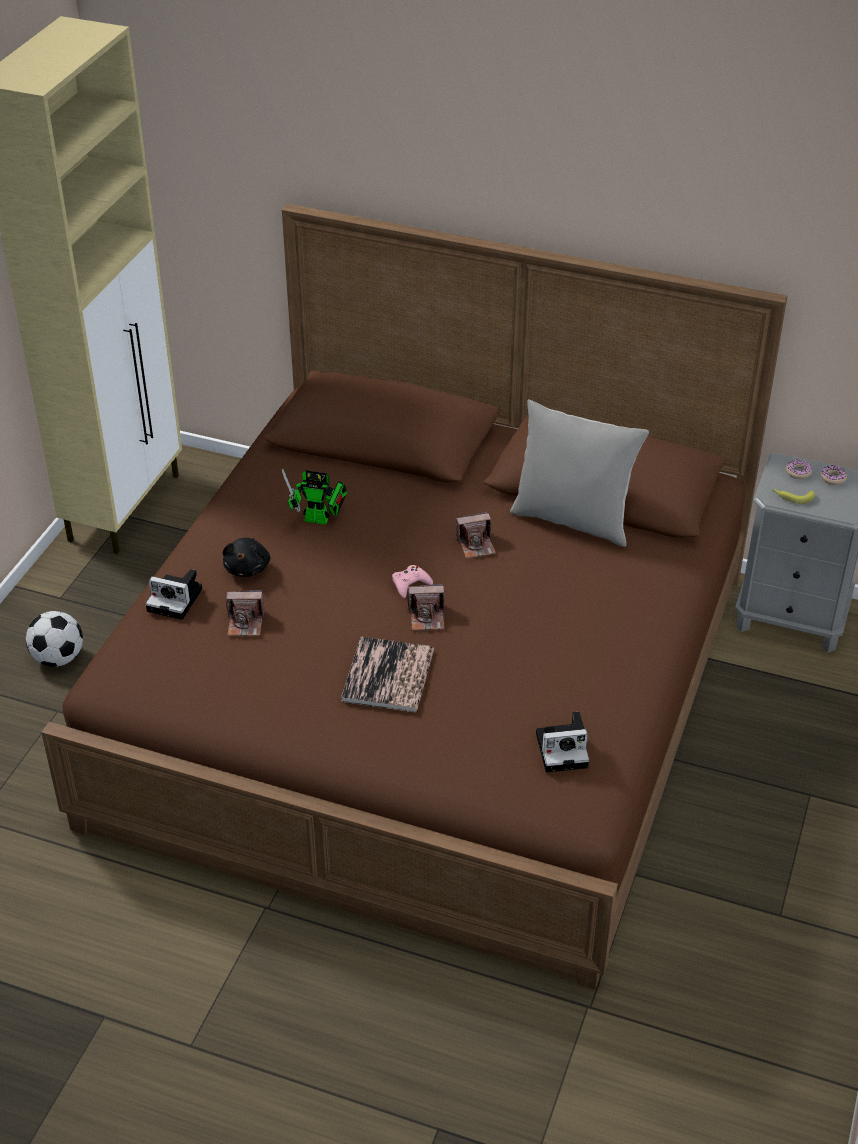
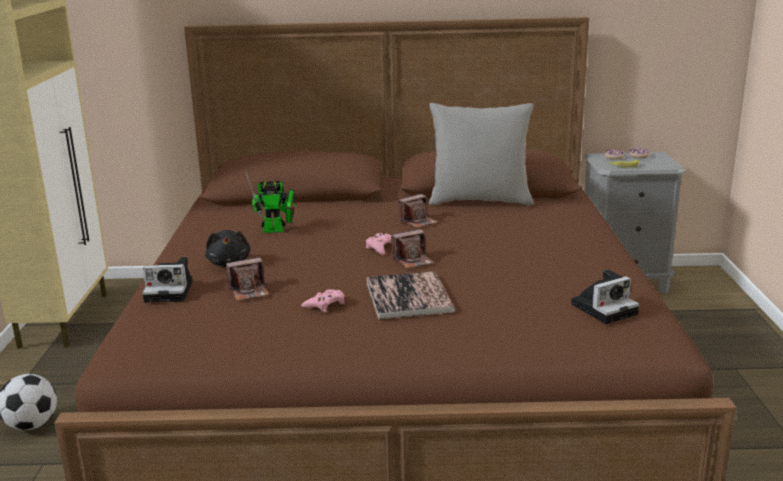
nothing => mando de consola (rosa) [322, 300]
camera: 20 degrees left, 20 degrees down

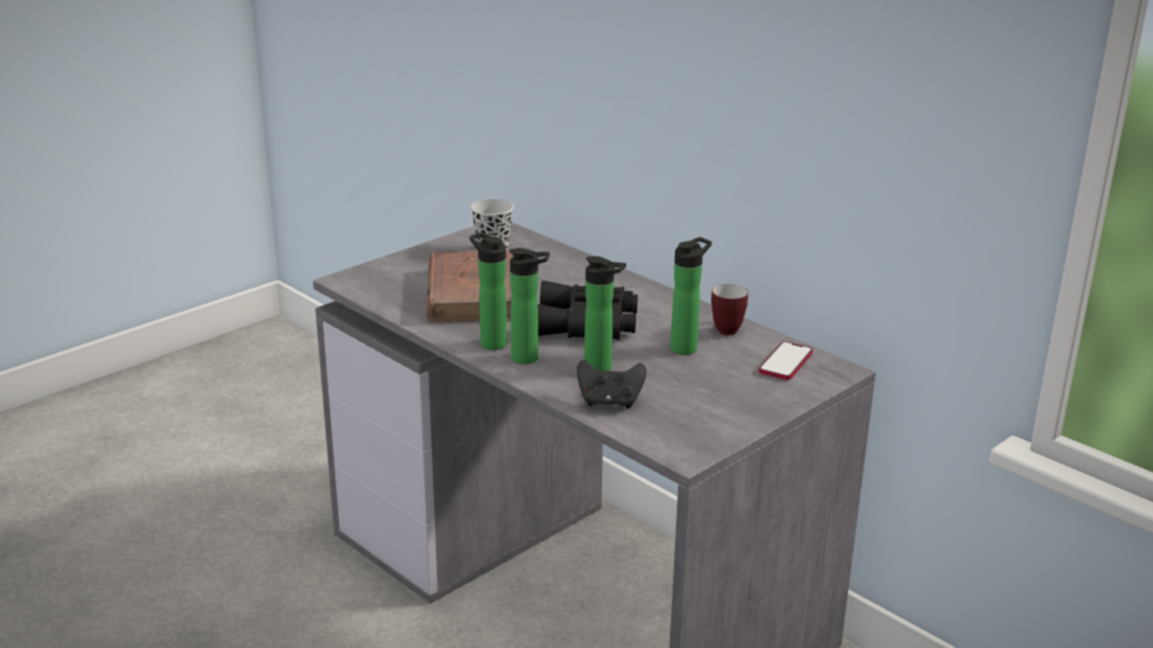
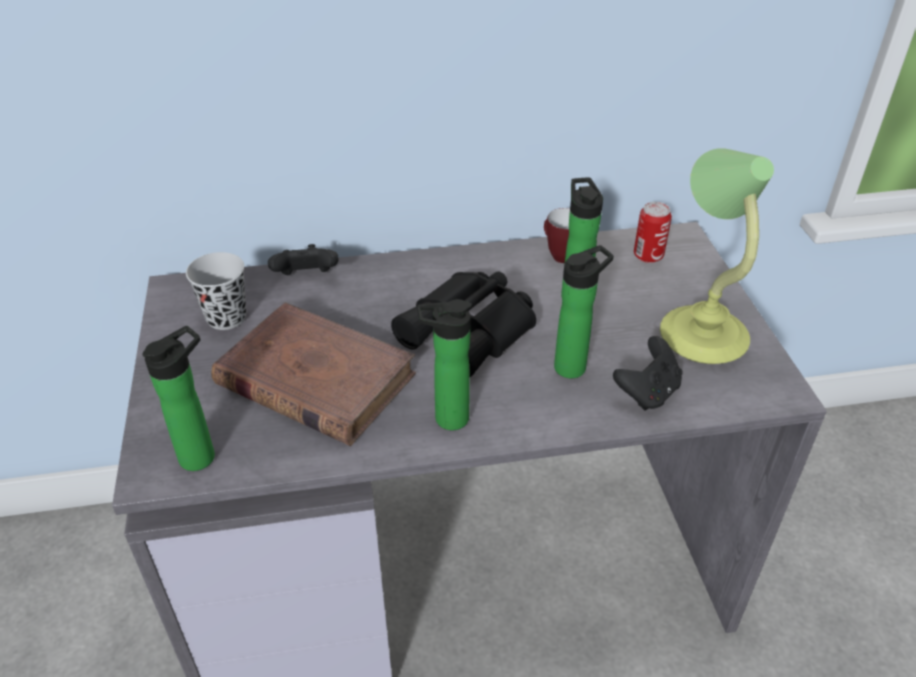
botella [529, 306] => botella [178, 398], move
móvil [786, 361] => lata [653, 232]
nothing => lámpara de mesa [717, 256]
nothing => mando de consola (negro) [303, 259]
camera: 55 degrees left, 15 degrees up

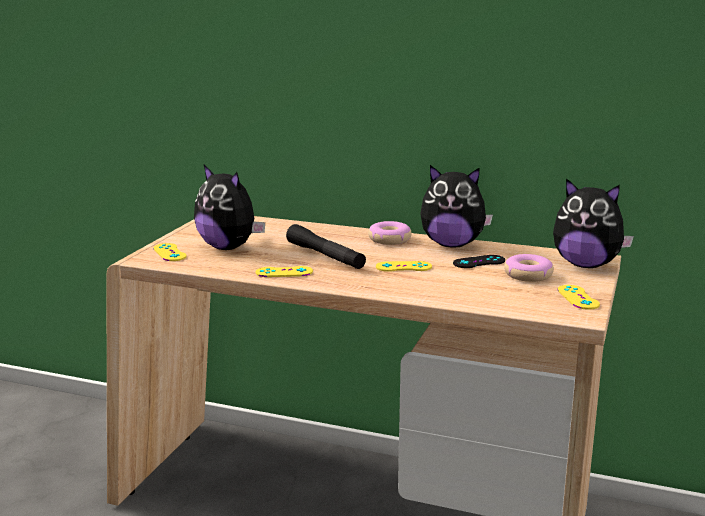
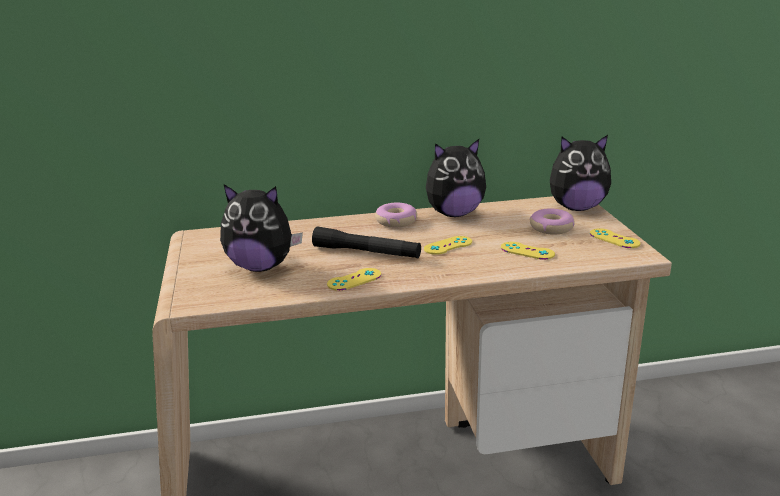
mando de consola (amarillo) [170, 252] => mando de consola (amarillo) [528, 251], move
mando de consola (negro) [479, 261] => nothing
camera: 30 degrees left, 5 degrees up

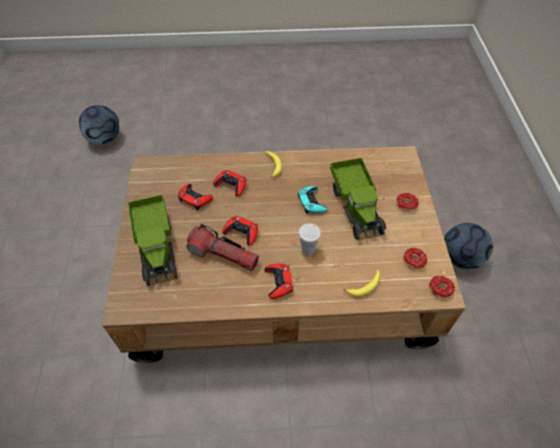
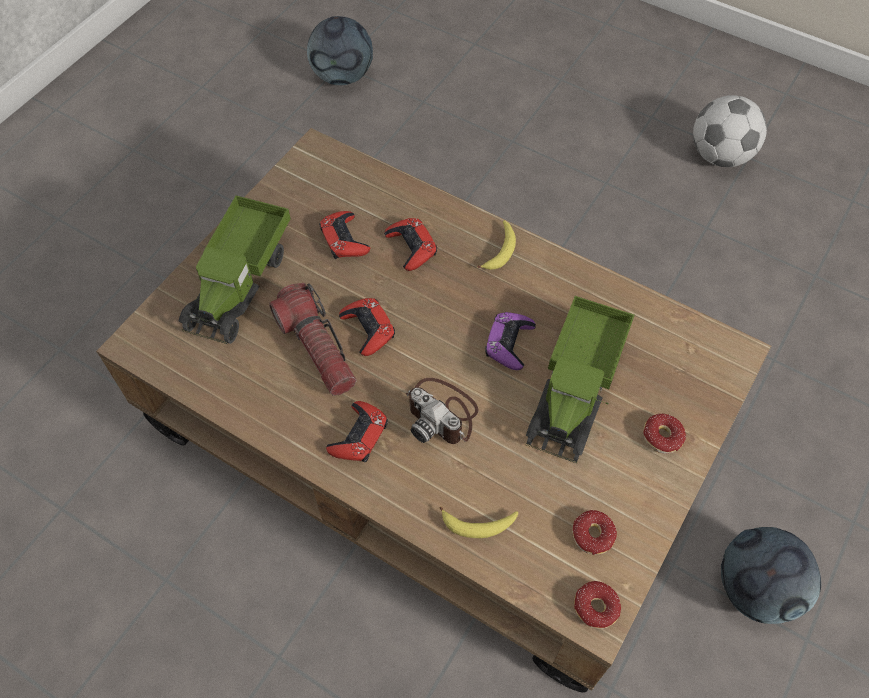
mando de consola (turquesa) [312, 200] => mando de consola (morado) [510, 341]
taza (blanco) [310, 239] => cámara [442, 411]
nothing => balón de fútbol [730, 131]
camera: 35 degrees right, 5 degrees up

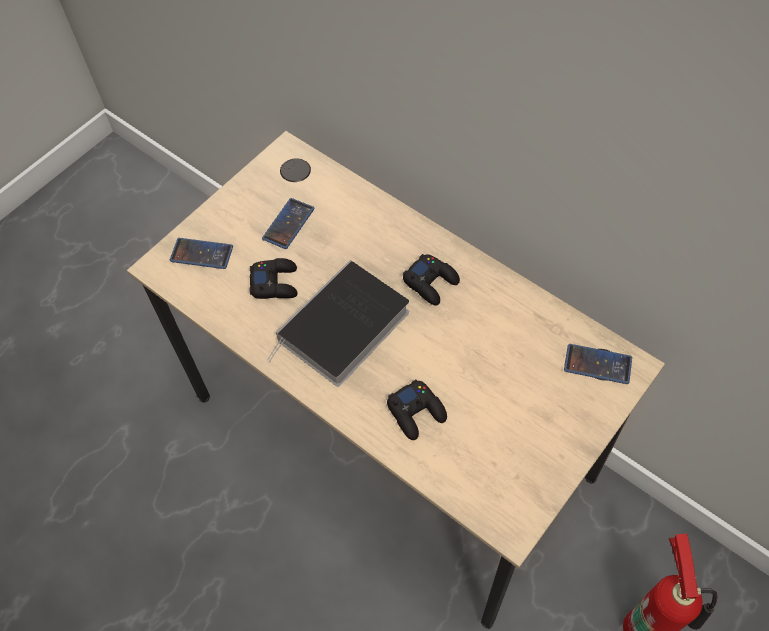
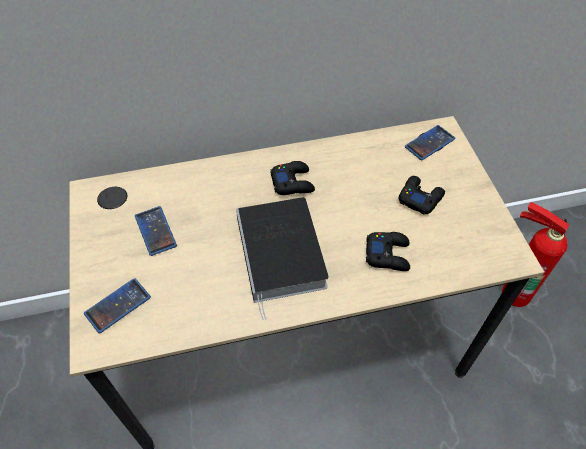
mando de consola (negro) [274, 278] => mando de consola (negro) [422, 195], move
camera: 55 degrees left, 5 degrees down

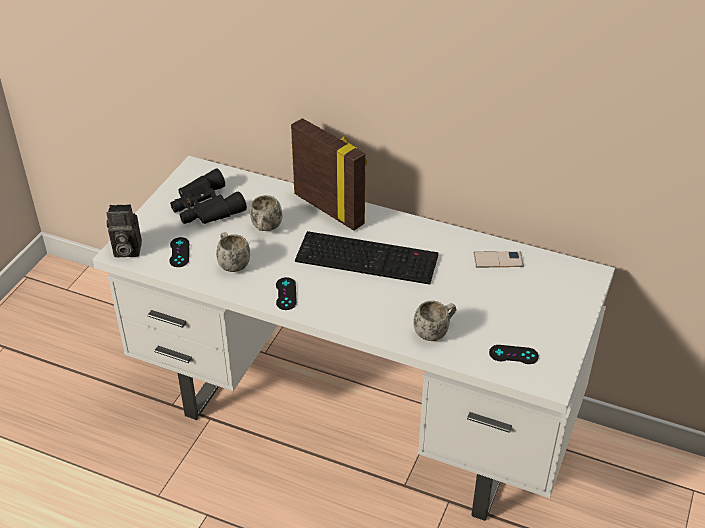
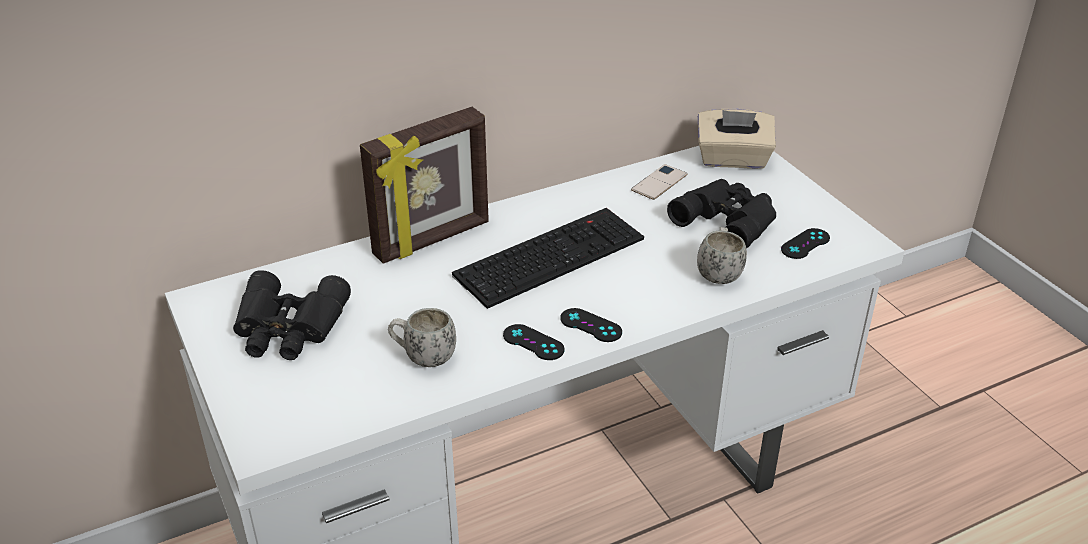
portarretratos [329, 174] => portarretratos [424, 185], 150 degrees clockwise
taza grande (blanco) [266, 213] => nothing
cámara [124, 230] => nothing
mando de consola (negro) [179, 252] => mando de consola (negro) [591, 325], move
nothing => caja de pañuelos (beis) [737, 139]
nothing => prismáticos (negro) [721, 214]
camera: 50 degrees left, 5 degrees down

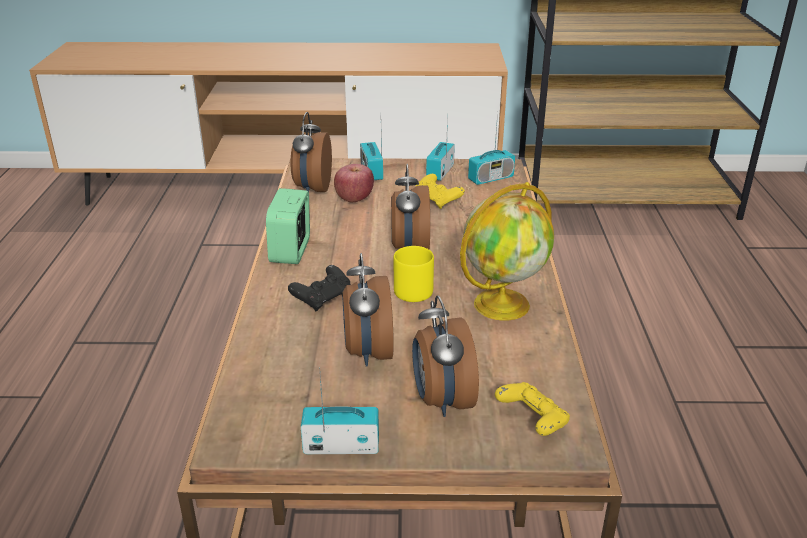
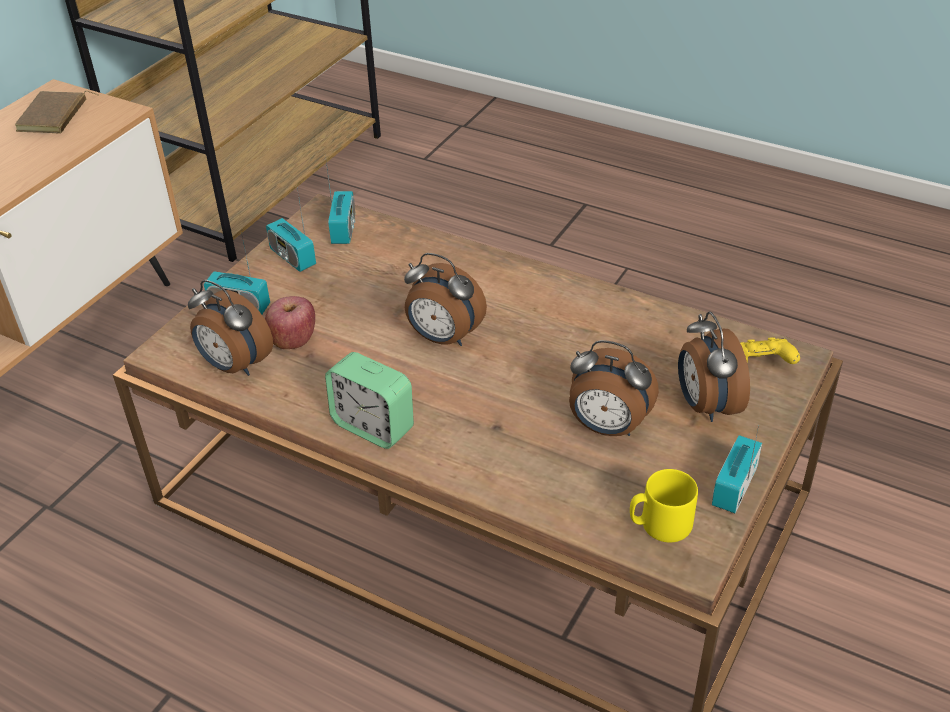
mando de consola (amarillo) [440, 191] => nothing
globo terráqueo [507, 251] => nothing
taza grande (amarillo) [413, 274] => taza grande (amarillo) [664, 506], move
mando de consola (negro) [319, 288] => nothing
despertador [445, 356] => despertador [714, 367], 60 degrees clockwise
nothing => libro (marrón) [57, 112]
camera: 60 degrees left, 10 degrees up

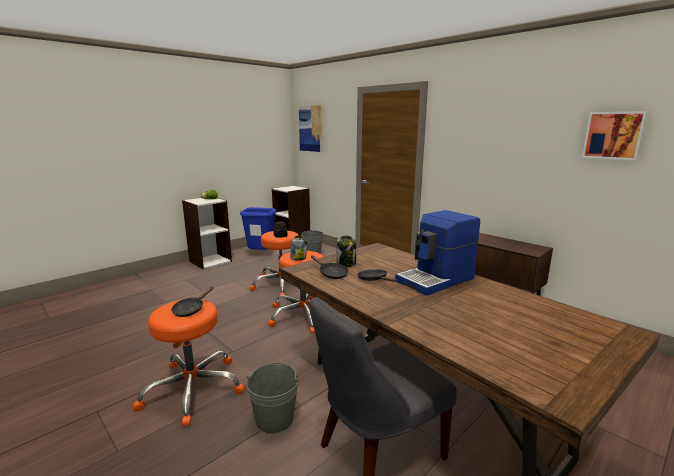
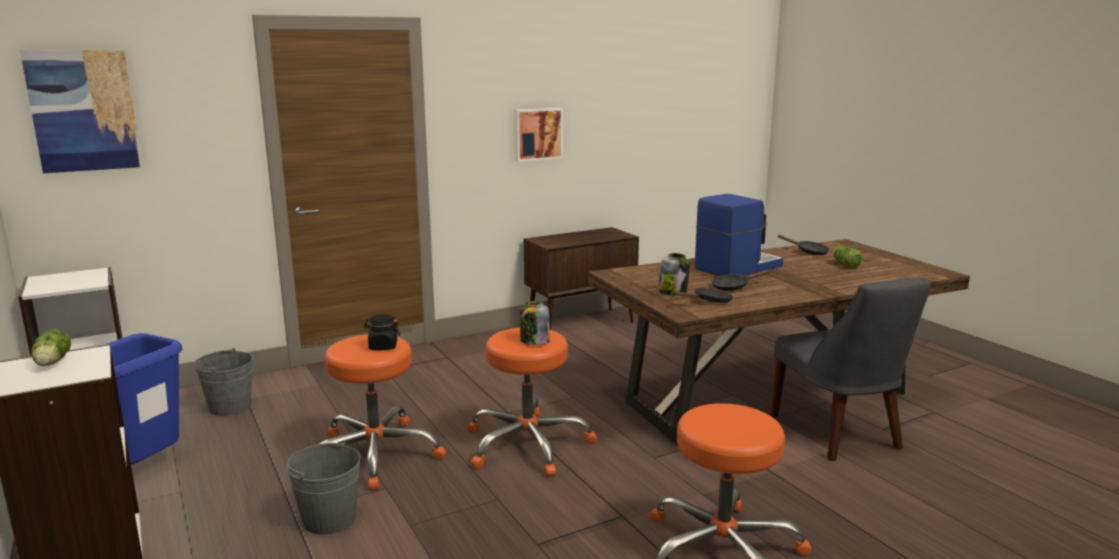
cuadro [615, 136] => cuadro [538, 135], move
cafetera [437, 253] => cafetera [739, 235], 105 degrees counterclockwise
sartén (negro) [192, 302] => sartén (negro) [803, 245], move
cubo (gris) [272, 397] => cubo (gris) [324, 488], move
nothing => lechuga [847, 257]
camera: 75 degrees left, 0 degrees up

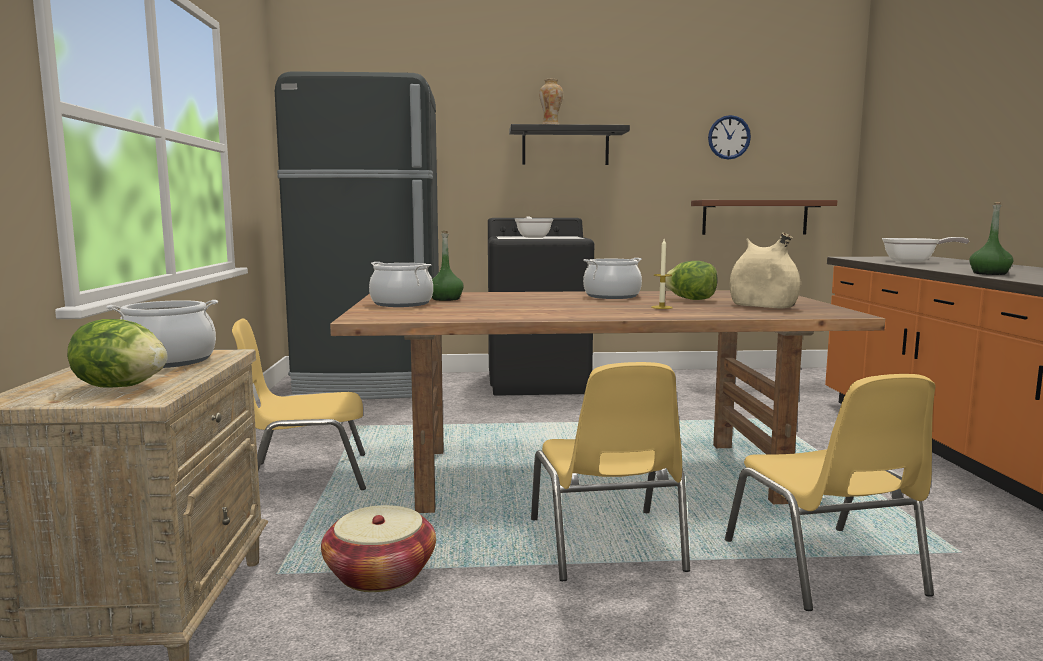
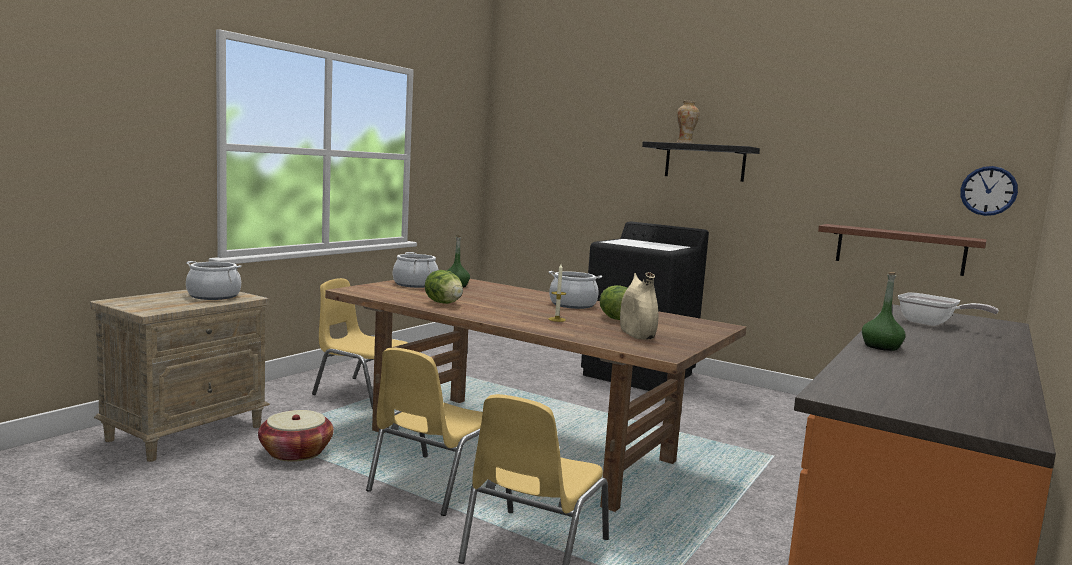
nevera (negro) [357, 235] => nothing
reloj de pared [729, 137] => reloj de pared [989, 191], move
sartén [534, 227] => nothing
lechuga [117, 353] => lechuga [443, 287], move
camera: 35 degrees right, 0 degrees up

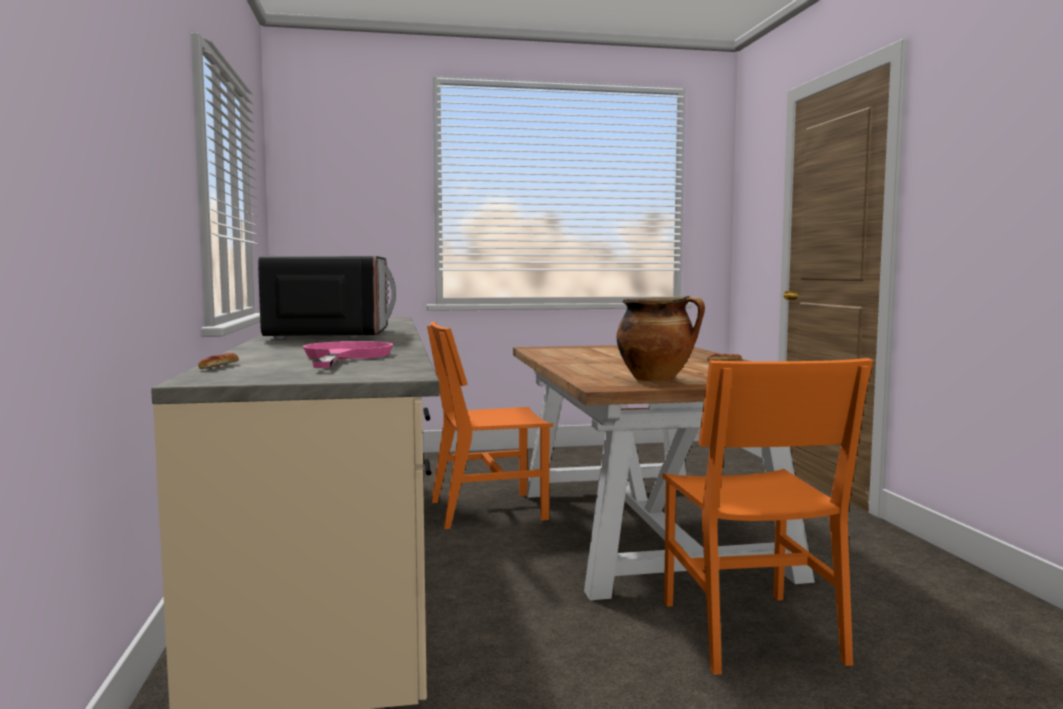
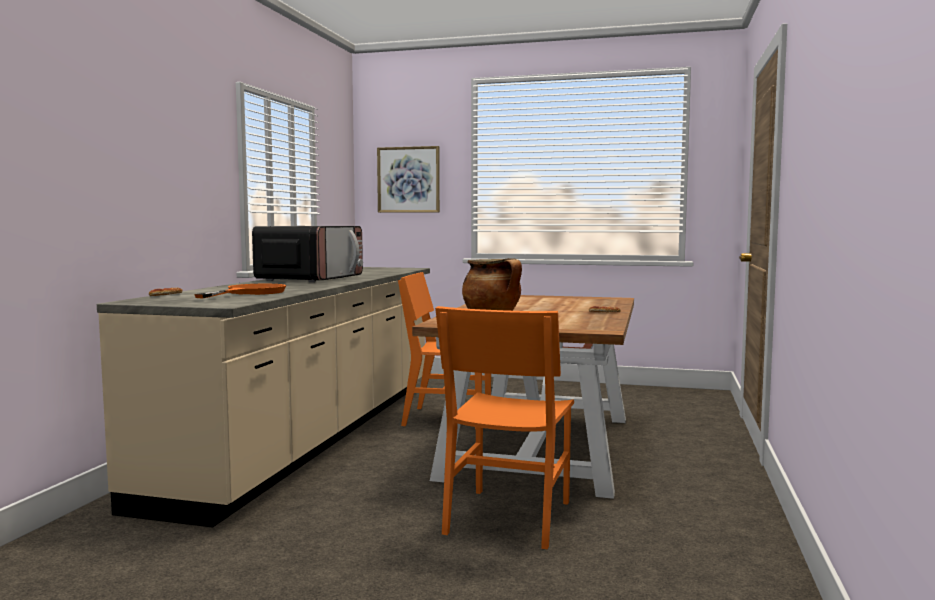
sartén (rosa) [348, 354] => sartén (naranja) [240, 291]
nothing => cuadro [408, 179]
camera: 25 degrees right, 0 degrees up

